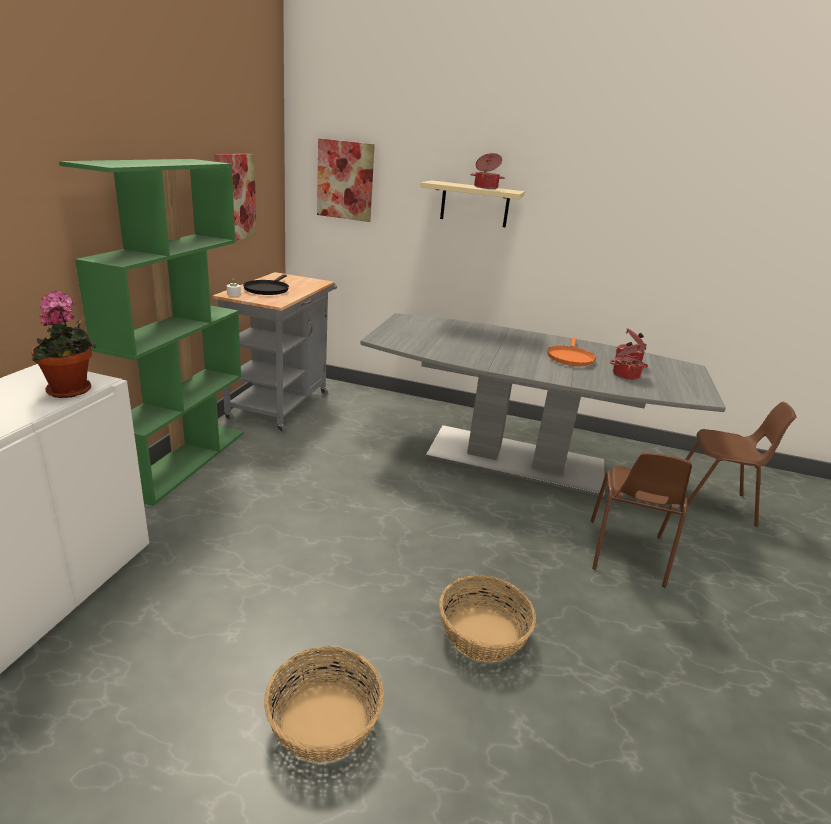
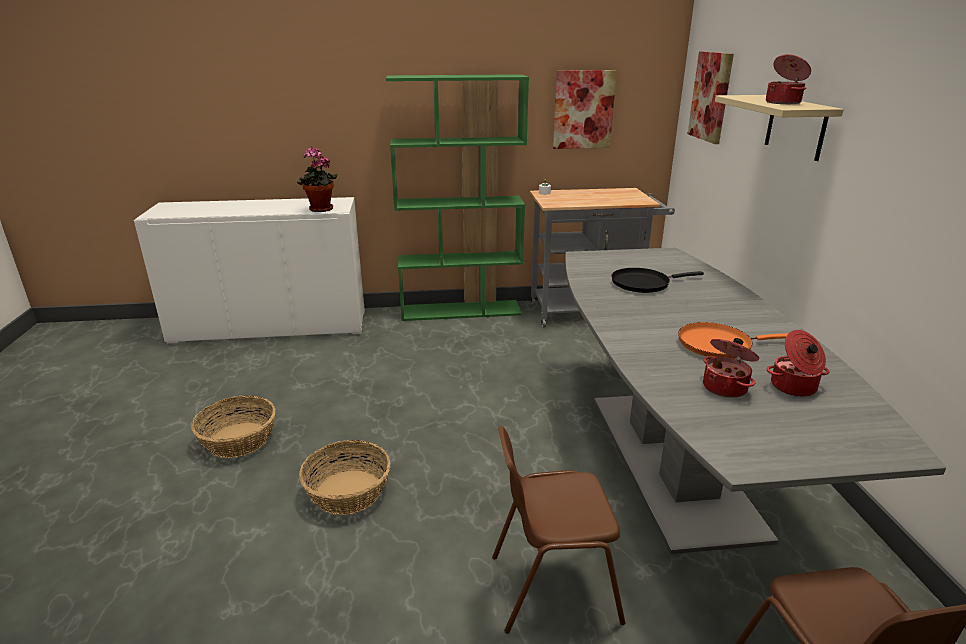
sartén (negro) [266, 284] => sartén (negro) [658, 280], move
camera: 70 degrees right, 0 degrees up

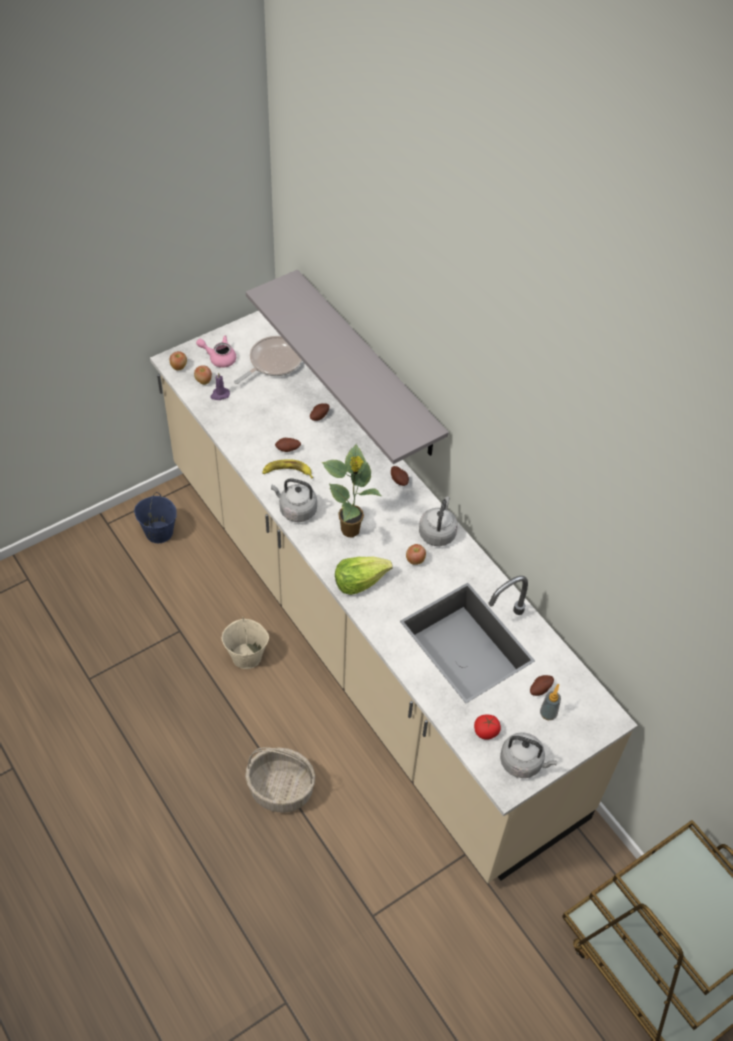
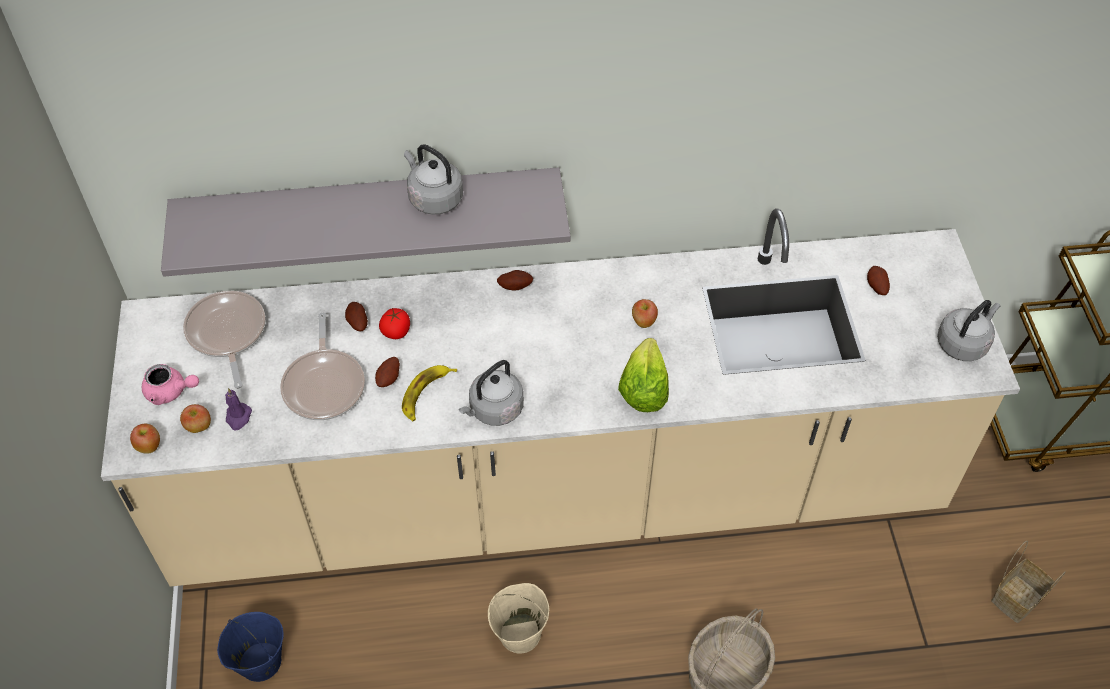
tetera (rosa) [216, 351] => tetera (rosa) [170, 384], 120 degrees counterclockwise
planta en maceta [351, 491] => nothing
hervidor (gris) [438, 521] => hervidor (gris) [433, 179], move
dispensador de jabón [550, 702] => nothing
tomate [487, 727] => tomate [394, 323], move
nothing => sartén [322, 366]
nothing => cesta [1028, 582]
camera: 60 degrees left, 0 degrees up

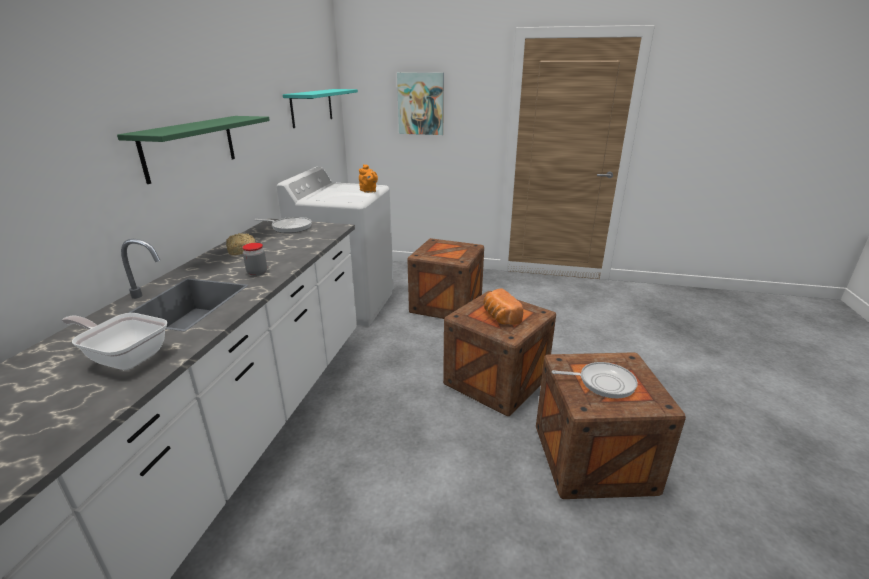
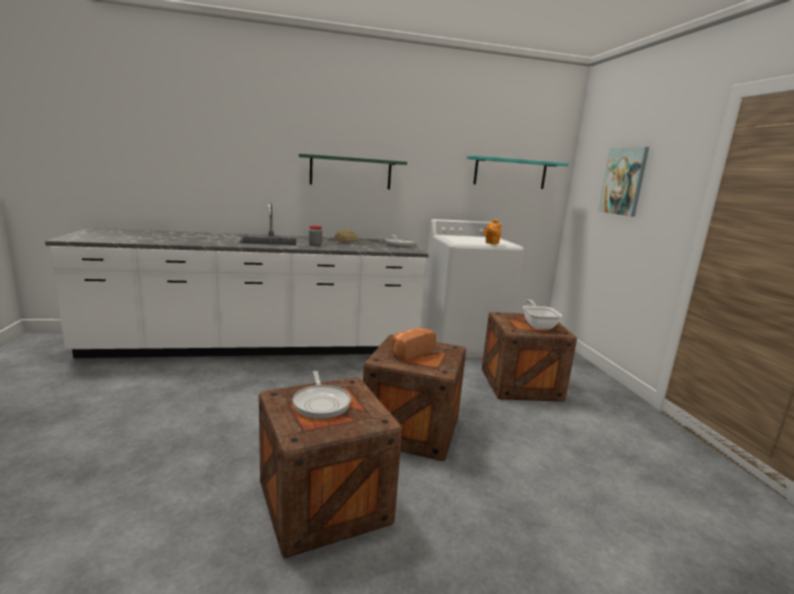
sartén [114, 341] => sartén [542, 314], move
camera: 65 degrees right, 10 degrees down

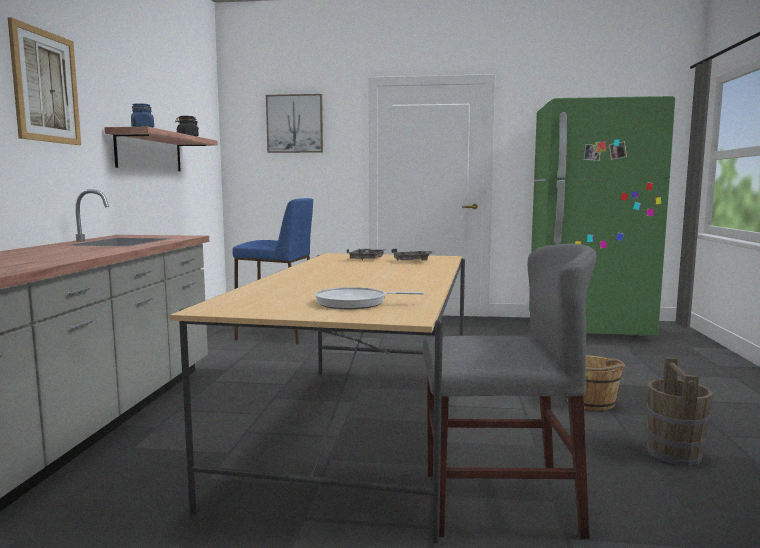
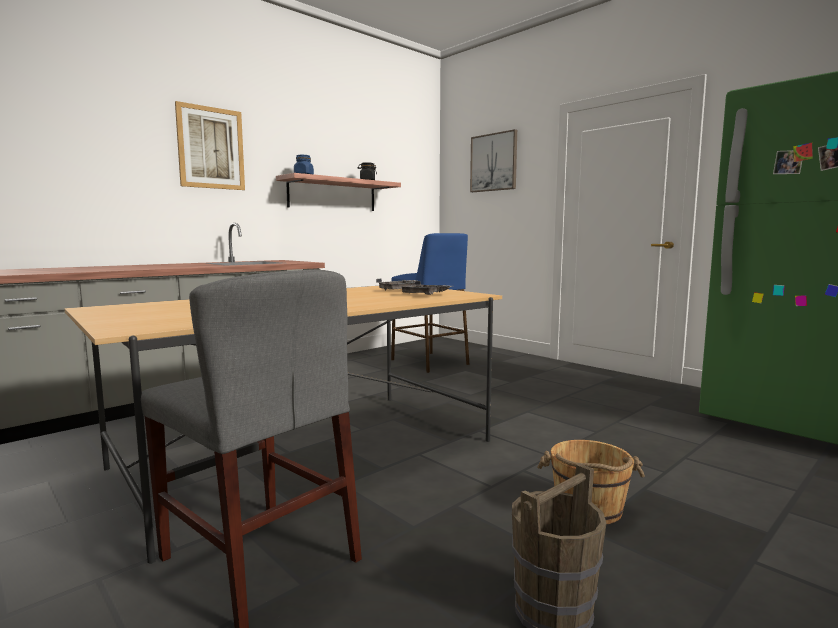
sartén [370, 298] => nothing
camera: 40 degrees right, 0 degrees up

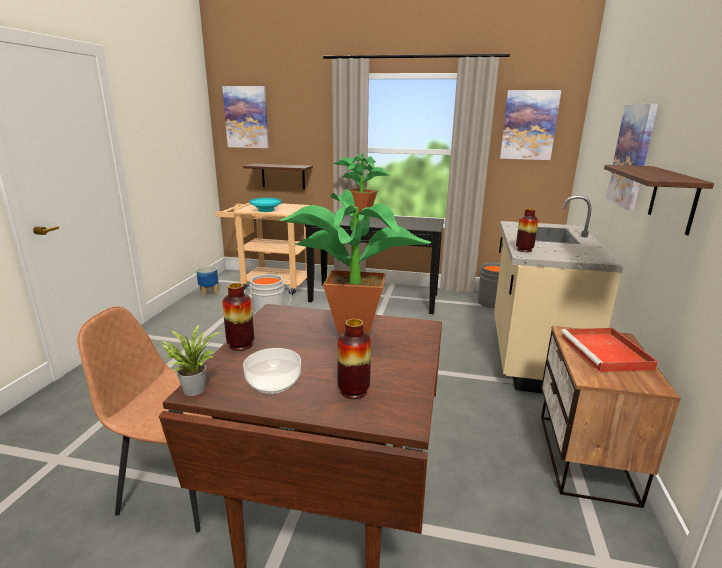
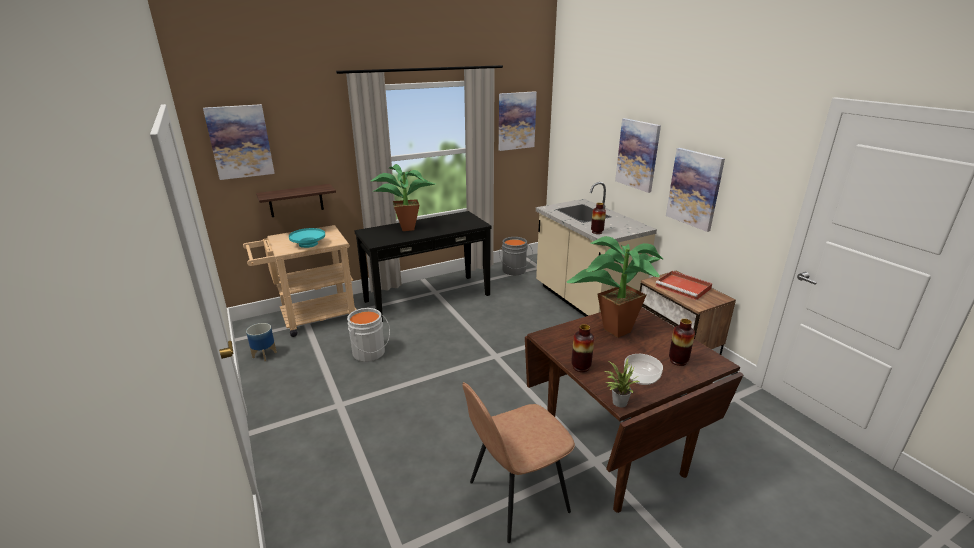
estante [659, 200] => cuadro [695, 190]
camera: 40 degrees left, 5 degrees up

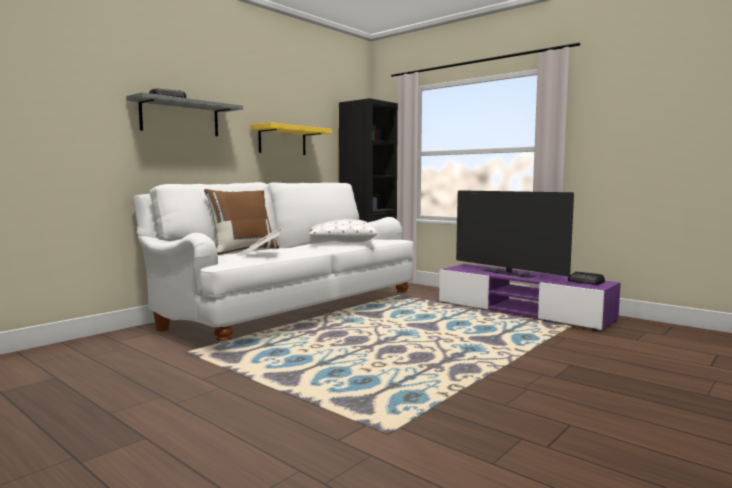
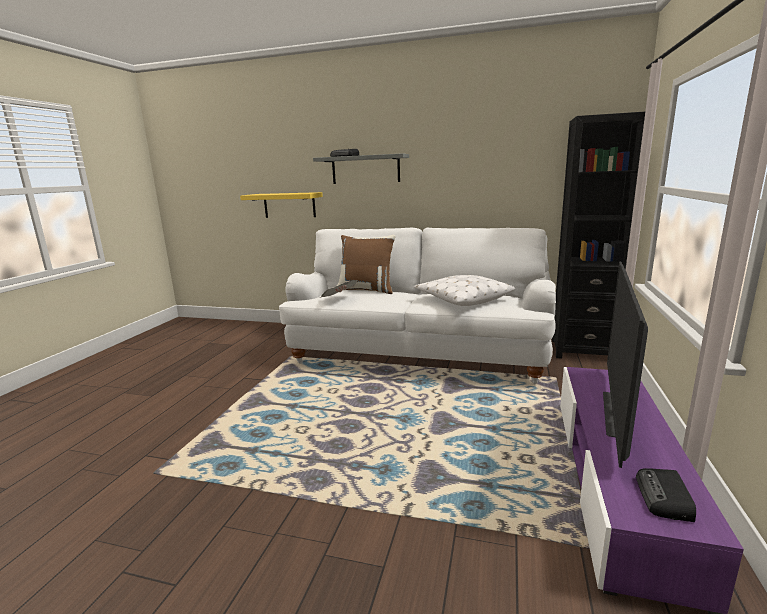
estante (amarillo) [291, 139] => estante (amarillo) [281, 205], move
camera: 65 degrees right, 10 degrees up

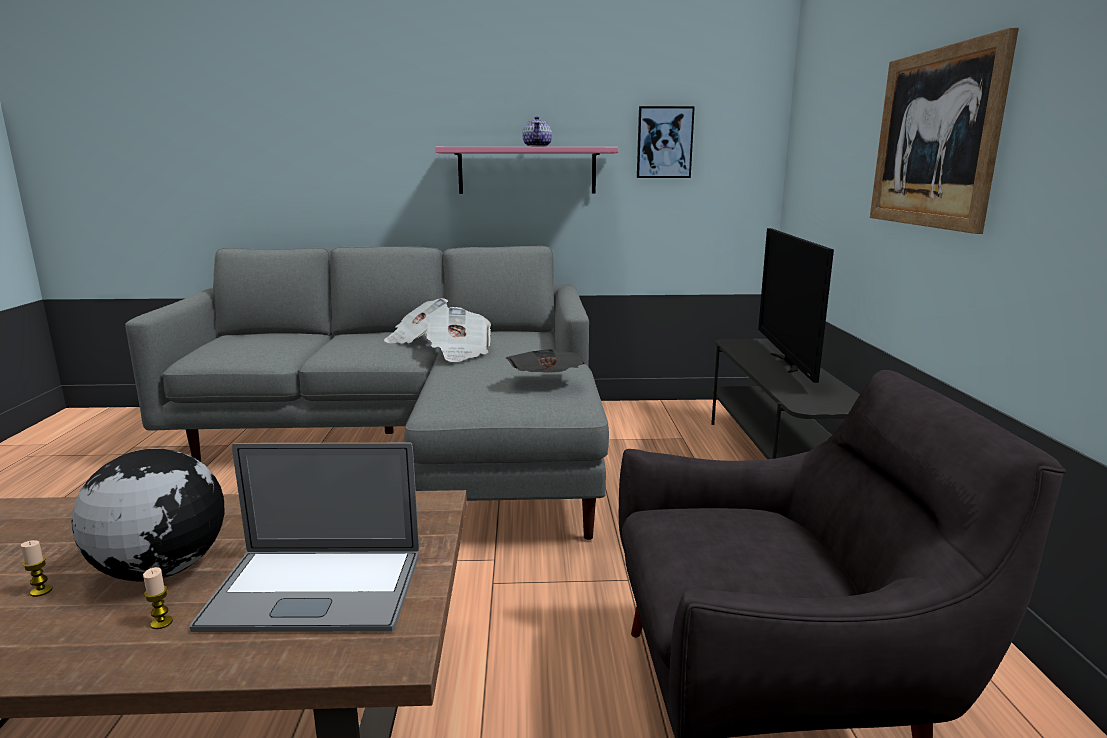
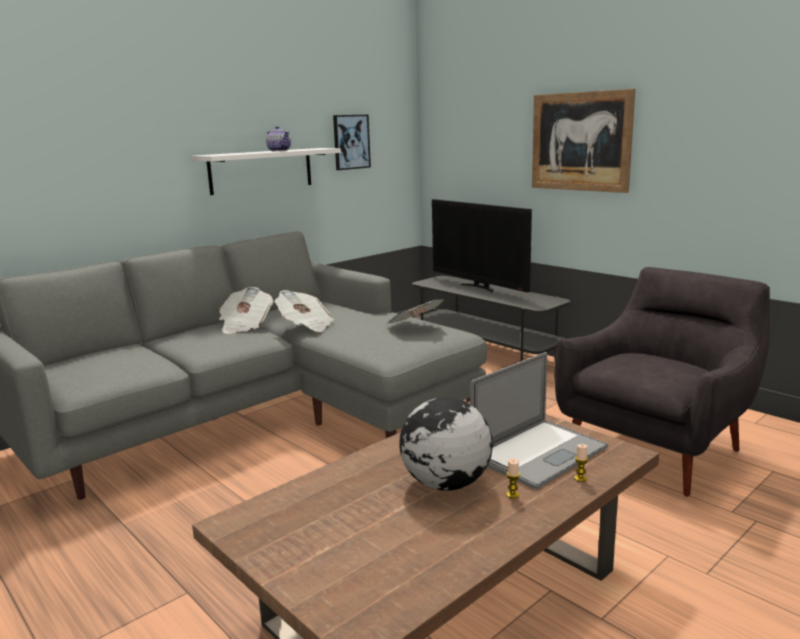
estante (rosa) [526, 170] => estante (blanco) [266, 171]
vela [37, 568] => vela [581, 463], move
camera: 40 degrees left, 0 degrees up

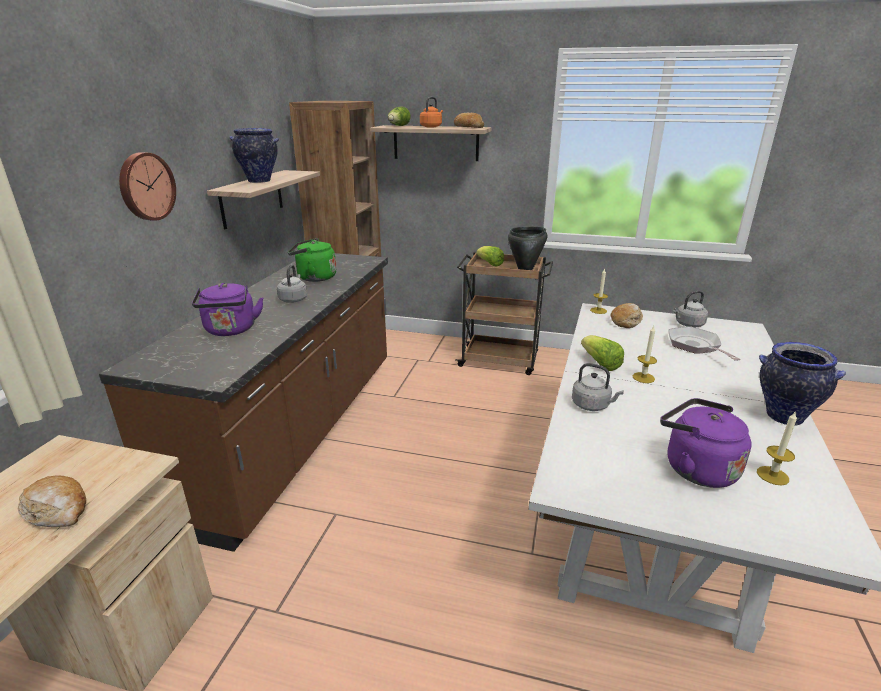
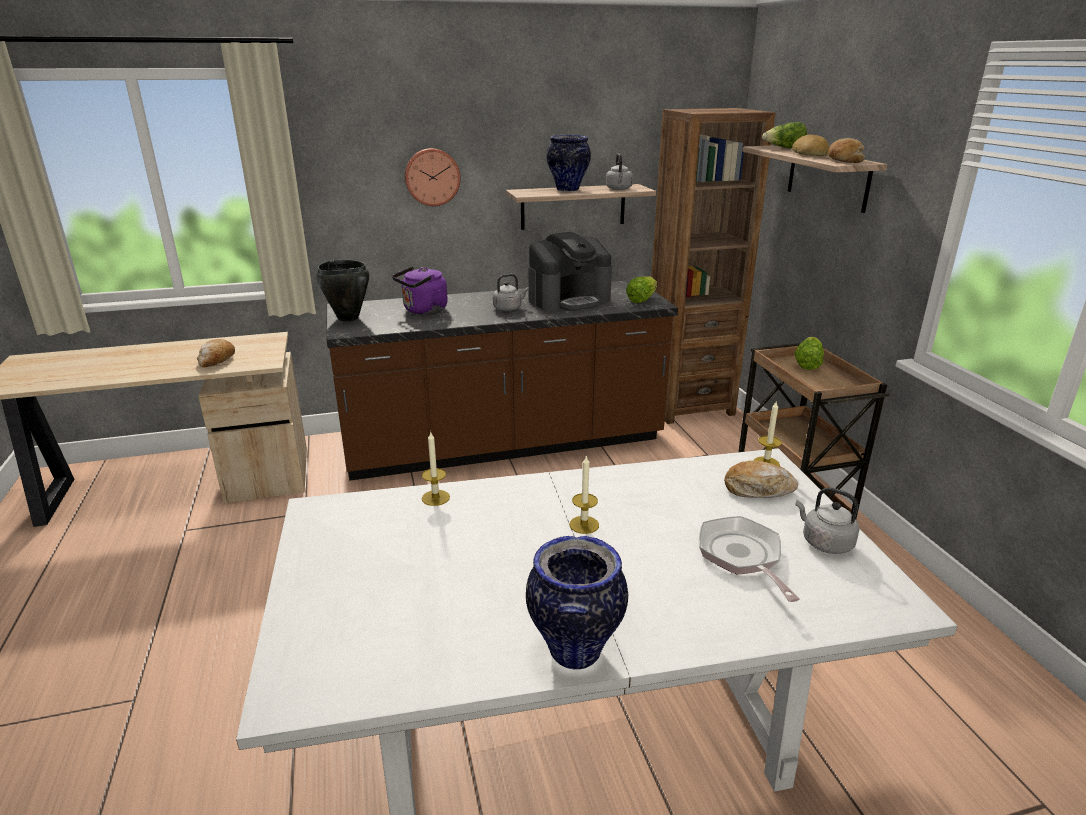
hervidor (naranja) [431, 112] => pan [810, 145]
olla (negro) [527, 248] => olla (negro) [342, 290], move
hervidor (verde) [312, 260] => cafetera [570, 272]
sartén [704, 343] => sartén [749, 559], 60 degrees counterclockwise
lechuga [602, 353] => lechuga [641, 289], move
hervidor (gris) [598, 387] => hervidor (gris) [619, 171], move
hervidor (morado) [705, 443] => nothing
vela [777, 448] => vela [436, 468], move
camera: 60 degrees right, 0 degrees up

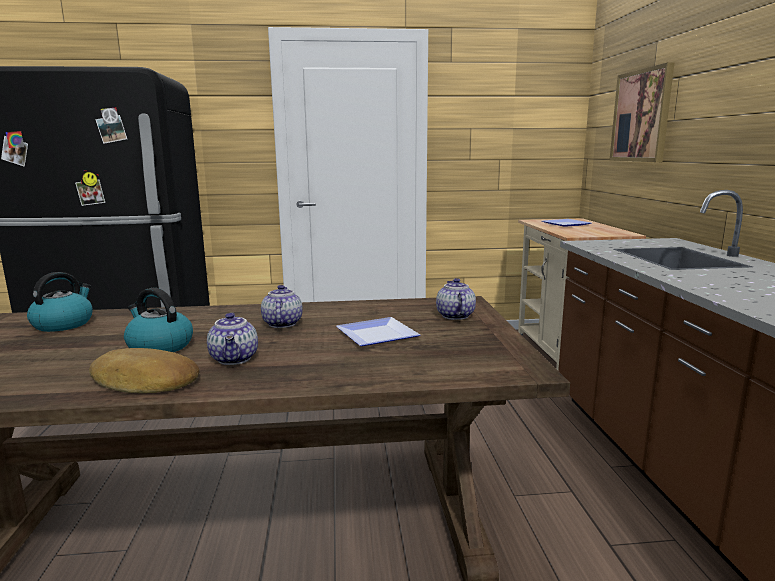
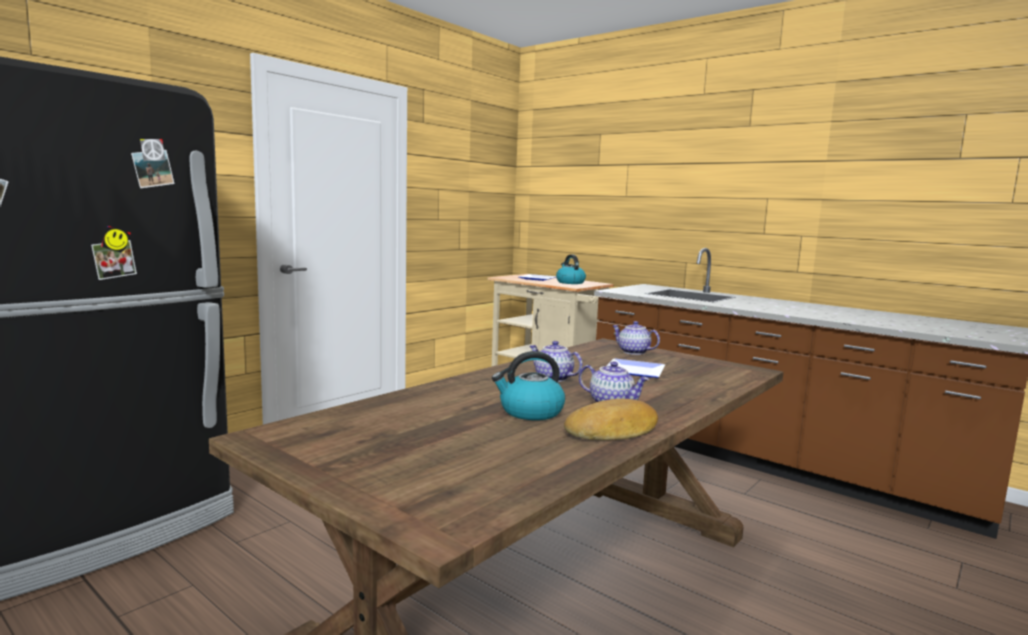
cuadro [642, 112] => nothing
hervidor [60, 302] => hervidor [571, 269], move
camera: 45 degrees left, 5 degrees down

